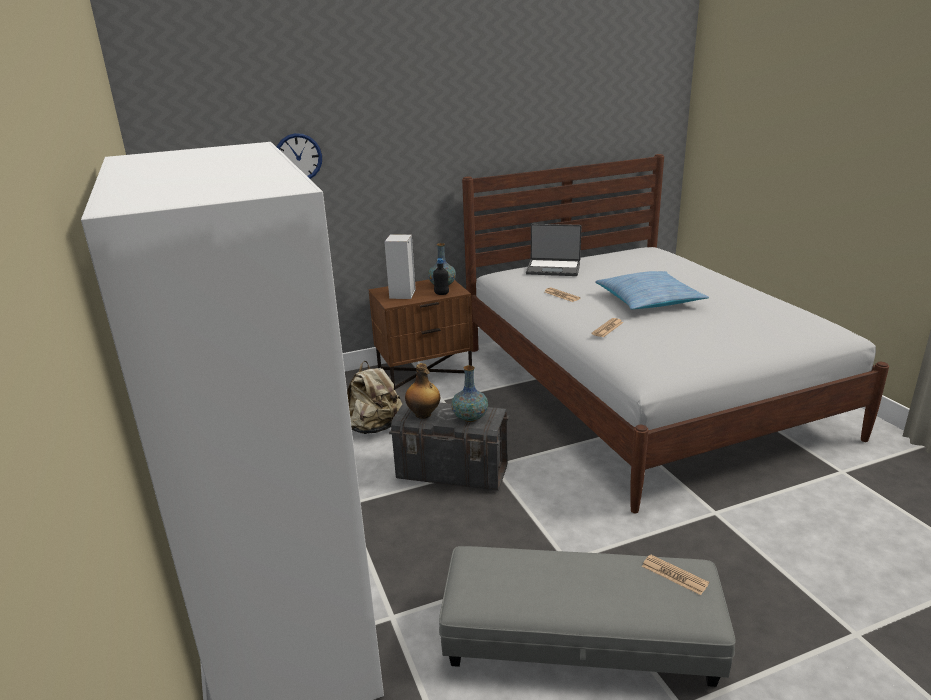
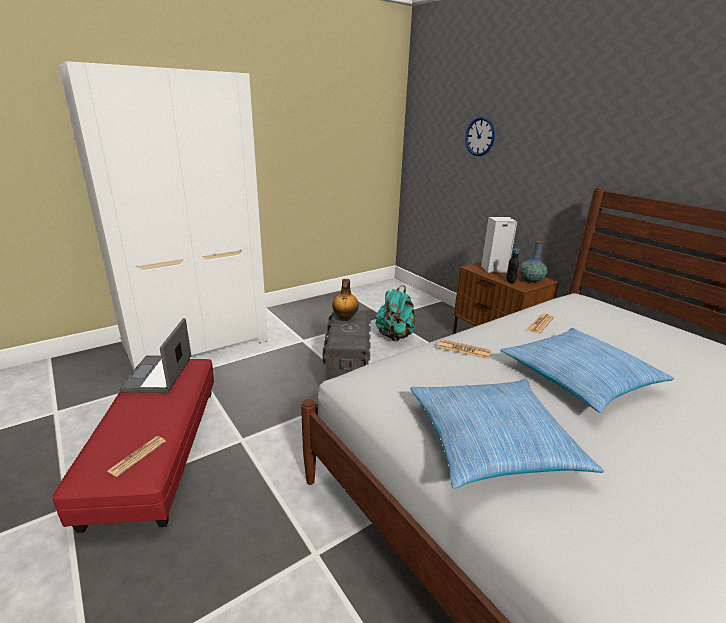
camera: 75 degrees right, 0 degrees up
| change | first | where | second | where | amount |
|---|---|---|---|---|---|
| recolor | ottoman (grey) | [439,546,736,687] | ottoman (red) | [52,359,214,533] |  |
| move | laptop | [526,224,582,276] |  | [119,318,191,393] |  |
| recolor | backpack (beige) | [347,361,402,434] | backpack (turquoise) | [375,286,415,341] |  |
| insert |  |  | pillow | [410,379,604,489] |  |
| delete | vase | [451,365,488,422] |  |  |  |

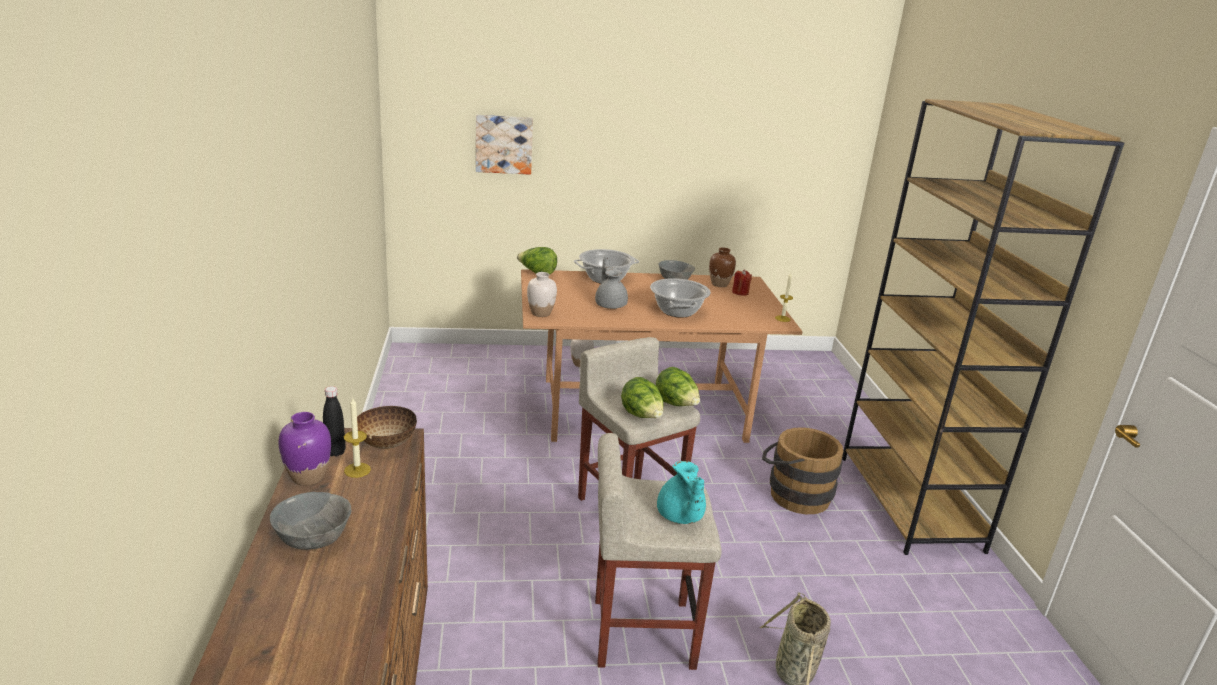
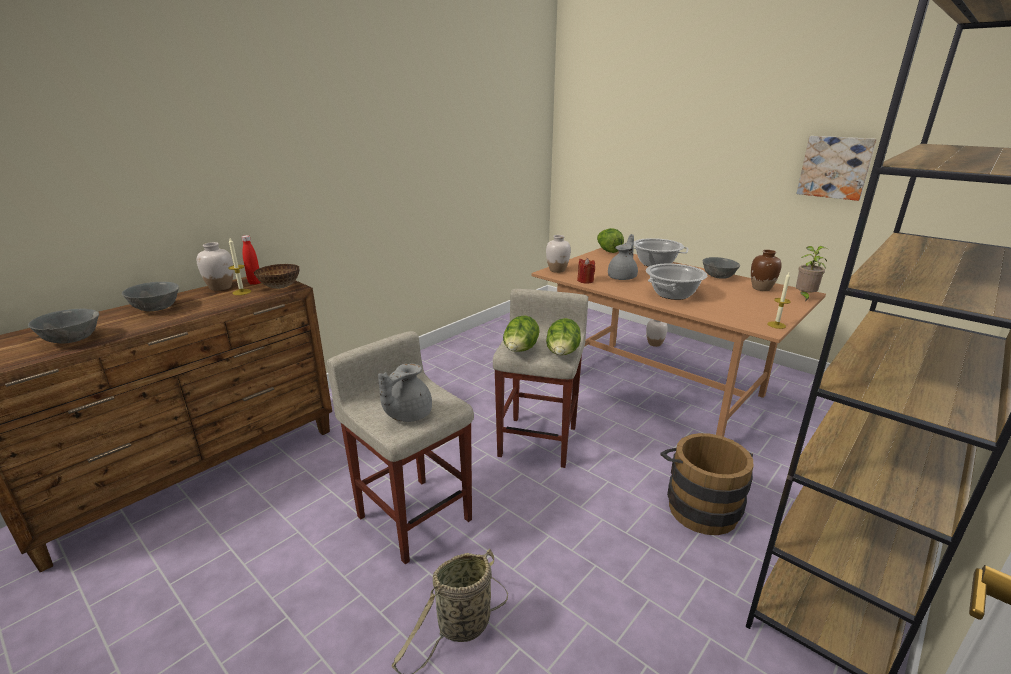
camera: 50 degrees right, 0 degrees up
| change | first | where | second | where | amount |
|---|---|---|---|---|---|
| insert |  |  | bowl (grey) | [28,309,99,344] |  |
| recolor | vase (purple) | [278,412,331,486] | vase (white) | [197,242,233,291] |  |
| recolor | bottle (black) | [323,386,346,457] | bottle (red) | [242,235,261,285] |  |
| recolor | teapot (turquoise) | [657,461,706,524] | teapot (grey) | [378,363,432,422] |  |
| move | candle (red) | [732,270,752,296] |  | [577,258,595,284] |  |
| insert |  |  | potted plant | [796,246,827,302] |  |
| move | picture | [476,115,533,175] |  | [797,136,877,201] |  |

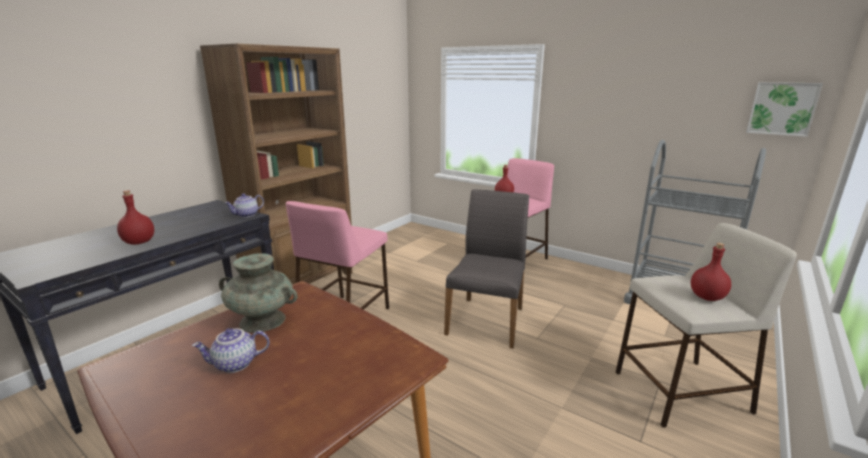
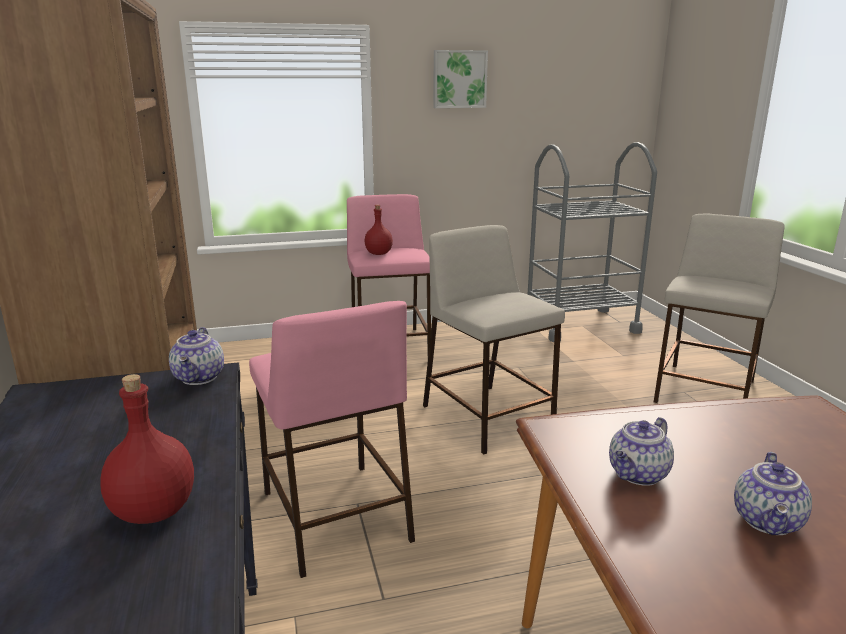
camera: 50 degrees left, 0 degrees up
| change | first | where | second | where | amount |
|---|---|---|---|---|---|
| replace | chair (grey) | [444,189,529,349] | stool (beige) | [423,225,565,454] |  |
| move | picture | [746,82,823,137] |  | [433,50,488,108] |  |
| replace | vase (turquoise) | [219,253,298,333] | teapot | [609,417,674,486] |  |
| delete | bottle (red) | [691,243,731,301] |  |  |  |

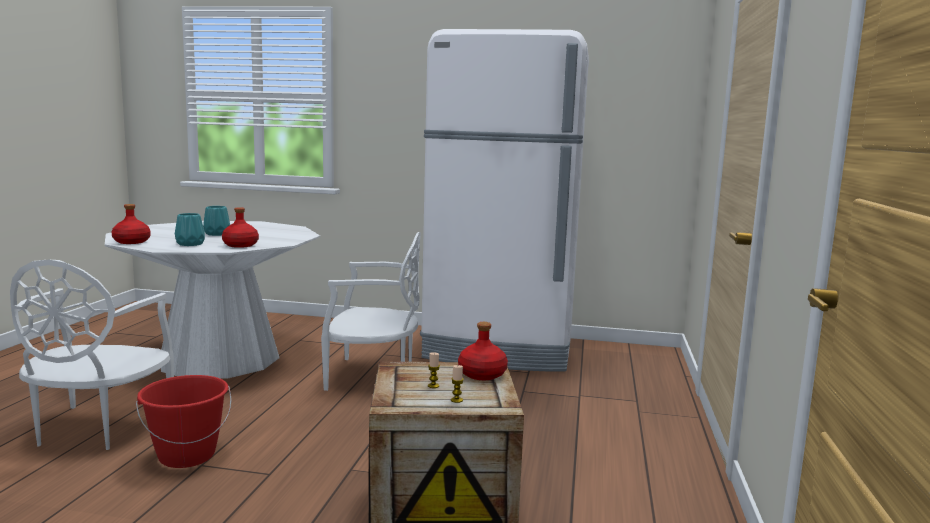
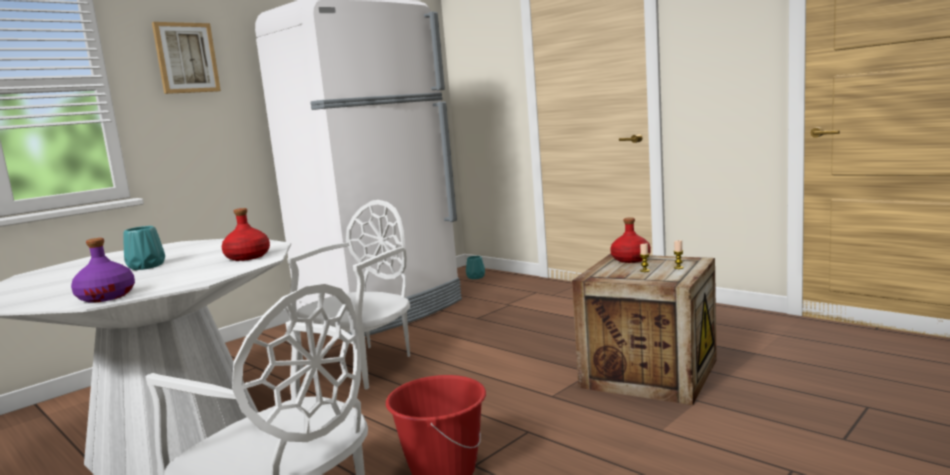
camera: 55 degrees left, 0 degrees up
| change | first | where | second | where | amount |
|---|---|---|---|---|---|
| recolor | bottle (red) | [112,204,151,244] | bottle (purple) | [71,238,135,303] |  |
| insert |  |  | picture | [152,22,221,94] |  |
| move | vase (turquoise) | [175,213,205,246] |  | [466,256,485,279] |  |

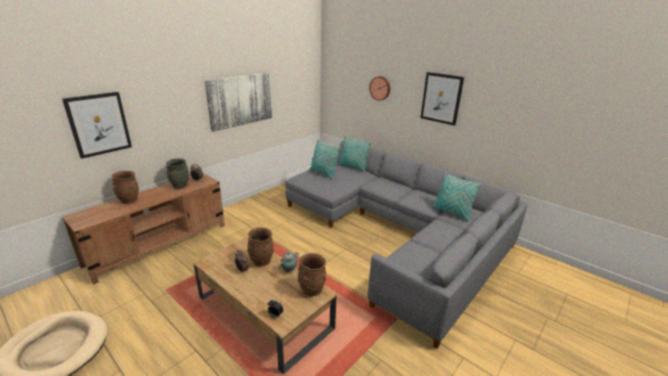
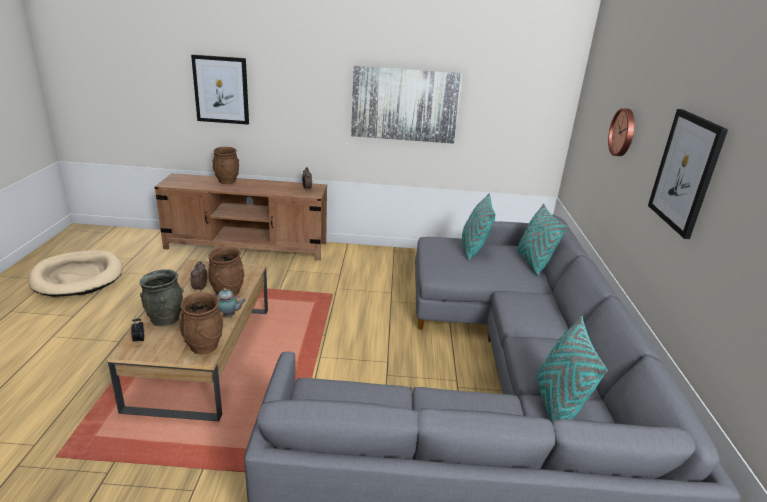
camera: 50 degrees right, 0 degrees up
| change | first | where | second | where | amount |
|---|---|---|---|---|---|
| move | vase (grey) | [166,158,190,189] |  | [140,269,184,326] |  |

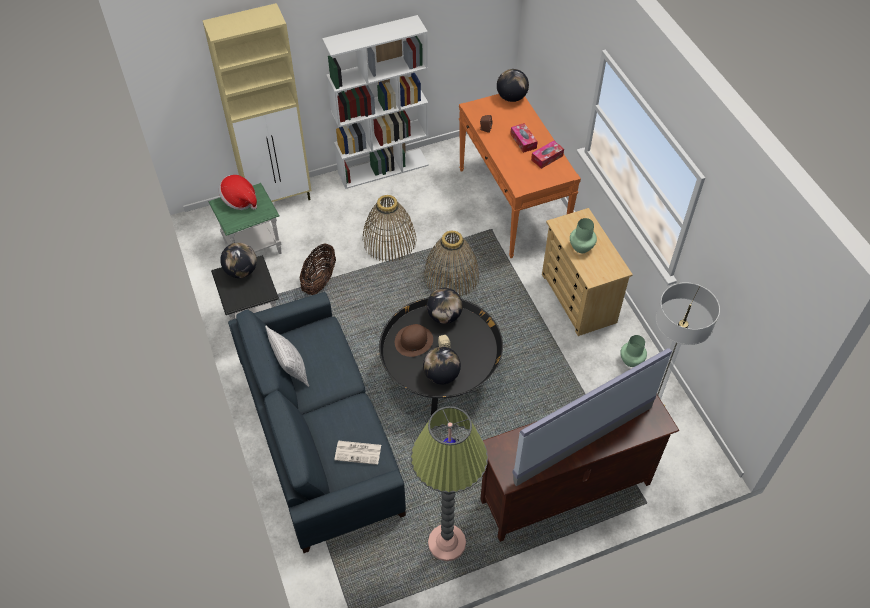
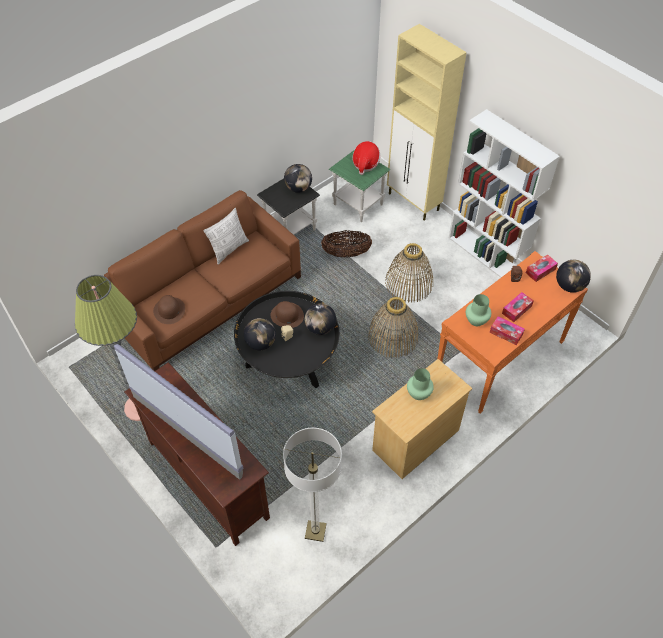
camera: 70 degrees right, 0 degrees up
| change | first | where | second | where | amount |
|---|---|---|---|---|---|
| recolor | sofa (blue) | [228,292,406,553] | sofa (brown) | [104,190,301,371] |  |
| replace | newspaper | [334,441,381,465] | hat (brown) | [153,295,185,324] |  |
| move | vase (green) | [620,335,647,367] |  | [466,294,491,326] |  |
| insert |  |  | tissue box | [526,254,558,282] |  |

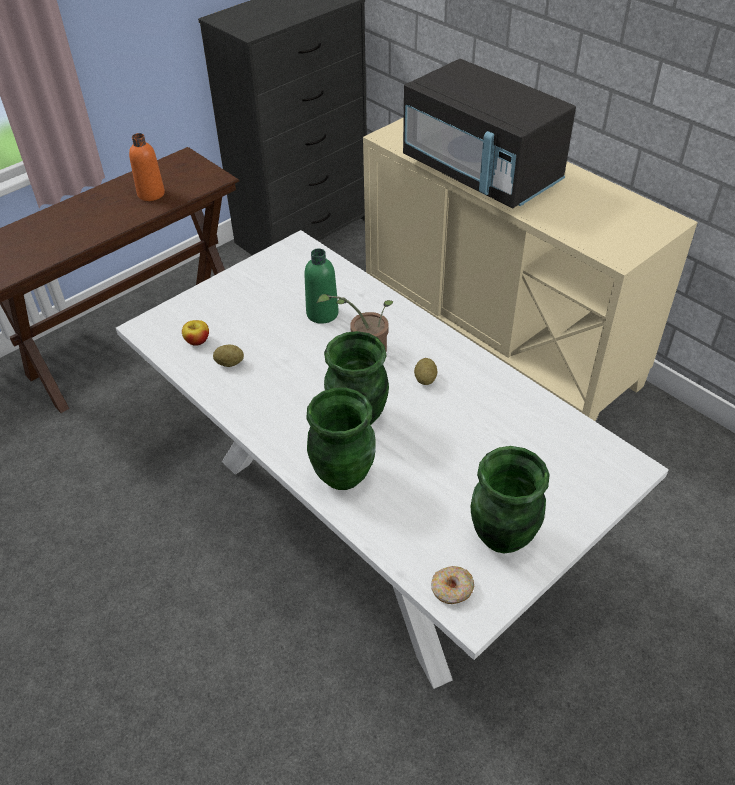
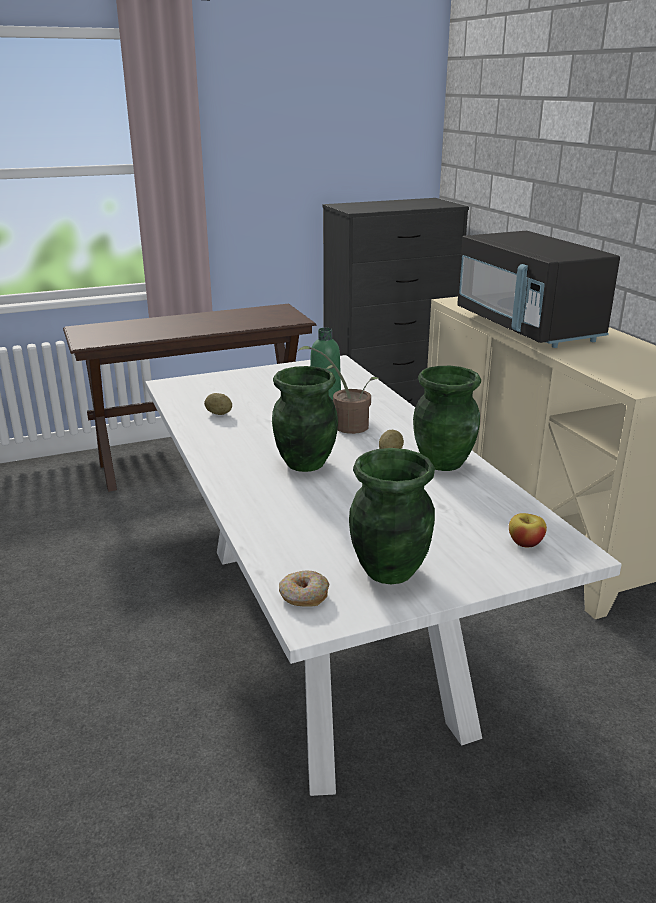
camera: 20 degrees right, 20 degrees down
| change | first | where | second | where | amount |
|---|---|---|---|---|---|
| move | vase (green) | [306,388,376,490] |  | [413,366,481,471] |  |
| move | apple | [182,320,209,346] |  | [509,513,547,547] |  |
| delete | bottle (orange) | [129,133,165,201] |  |  |  |

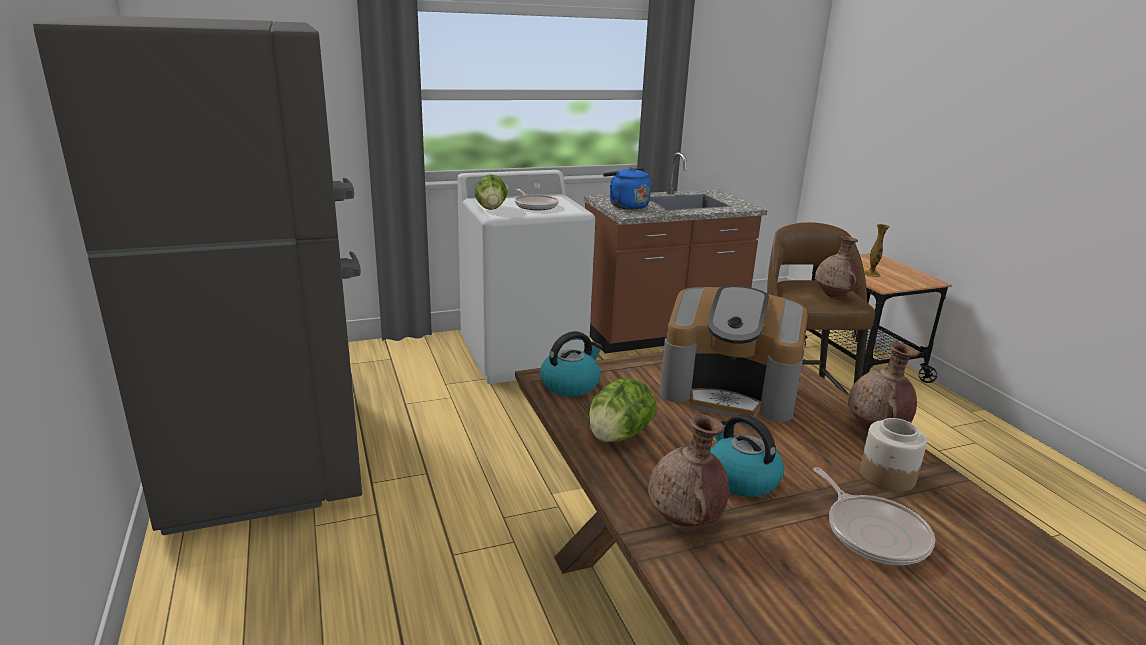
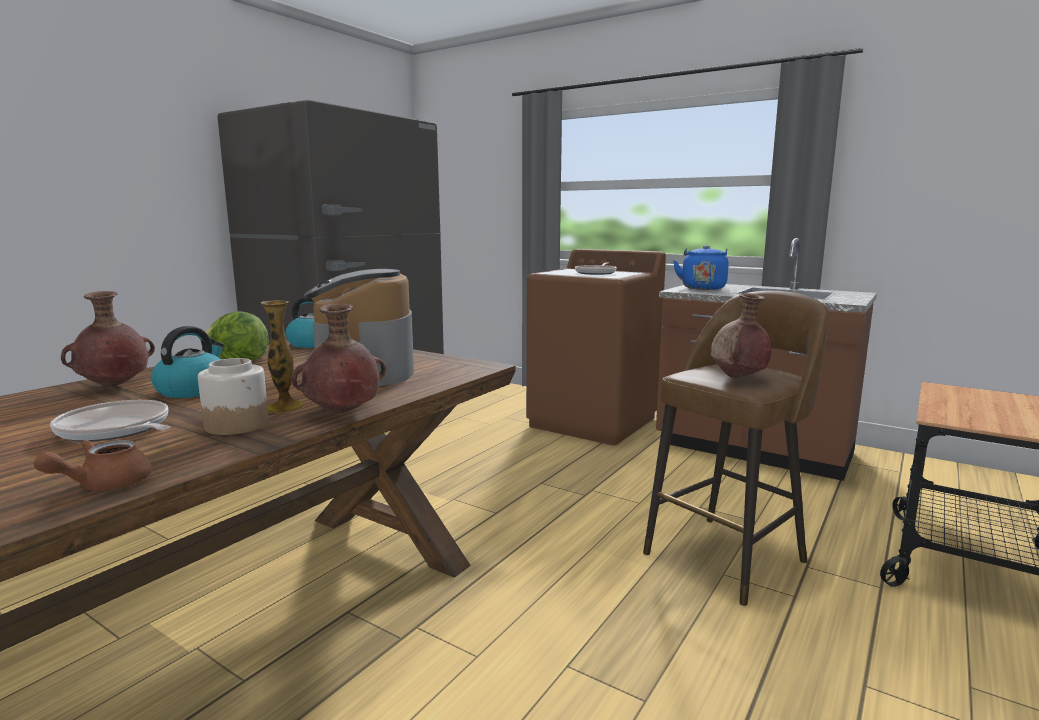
camera: 55 degrees right, 10 degrees down
| change | first | where | second | where | amount |
|---|---|---|---|---|---|
| insert |  |  | teapot (brown) | [34,440,152,491] |  |
| rotate | frying pan | [813,467,935,565] |  | [50,400,171,442] | 90 degrees clockwise |
| move | vase | [864,224,890,277] |  | [261,300,304,413] |  |
| recolor | washing machine (white) | [457,170,596,384] | washing machine (brown) | [526,249,666,445] |  |
| delete | lettuce | [475,174,508,210] |  |  |  |

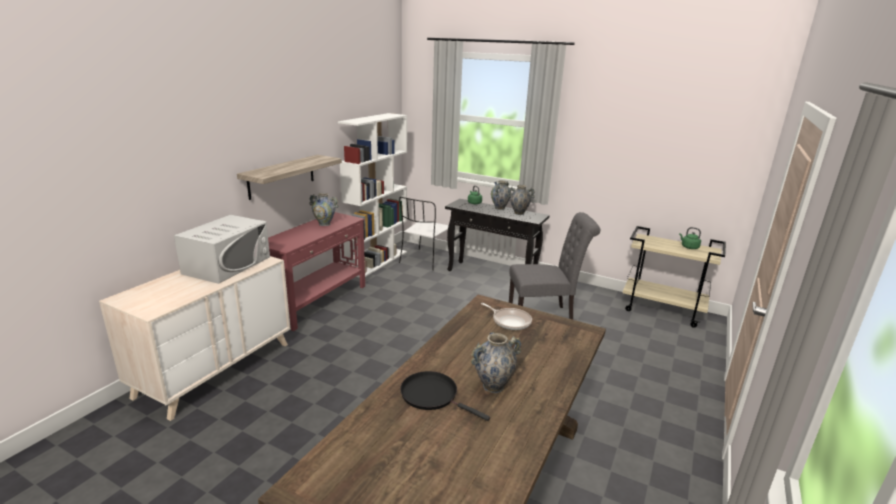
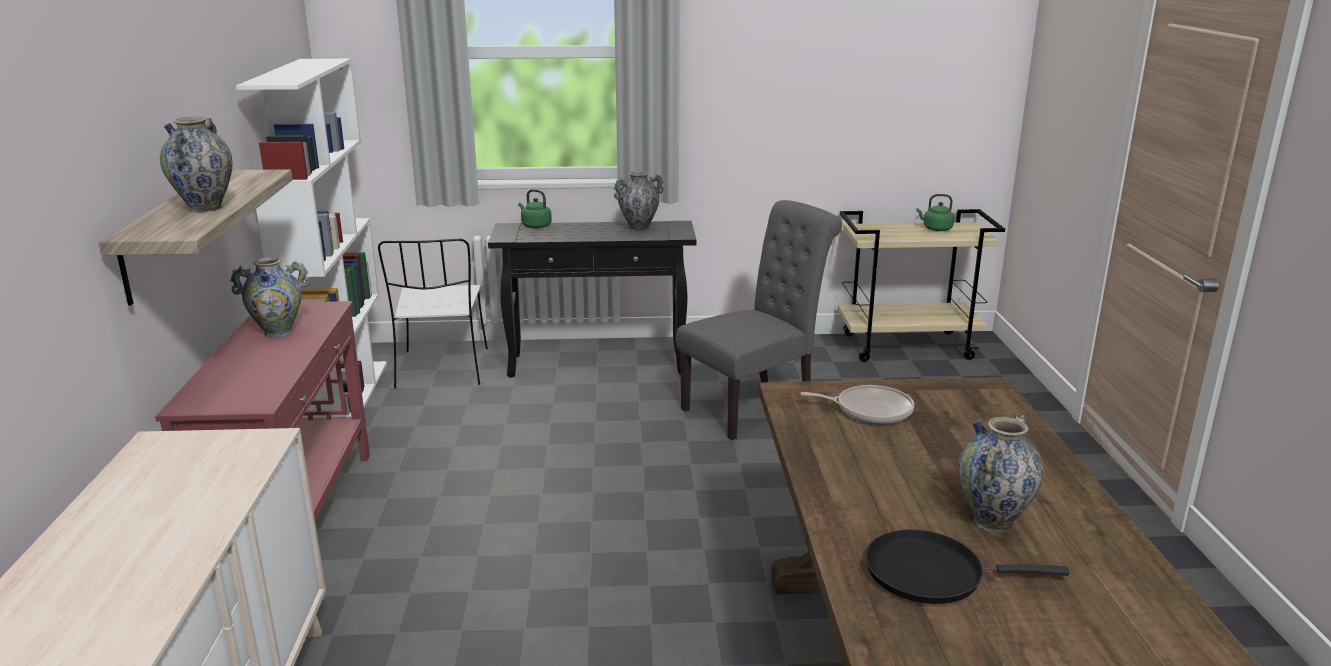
camera: 30 degrees left, 0 degrees up
| change | first | where | second | where | amount |
|---|---|---|---|---|---|
| move | vase | [491,180,510,210] |  | [160,117,232,213] |  |
| delete | microwave (white) | [174,215,270,284] |  |  |  |

